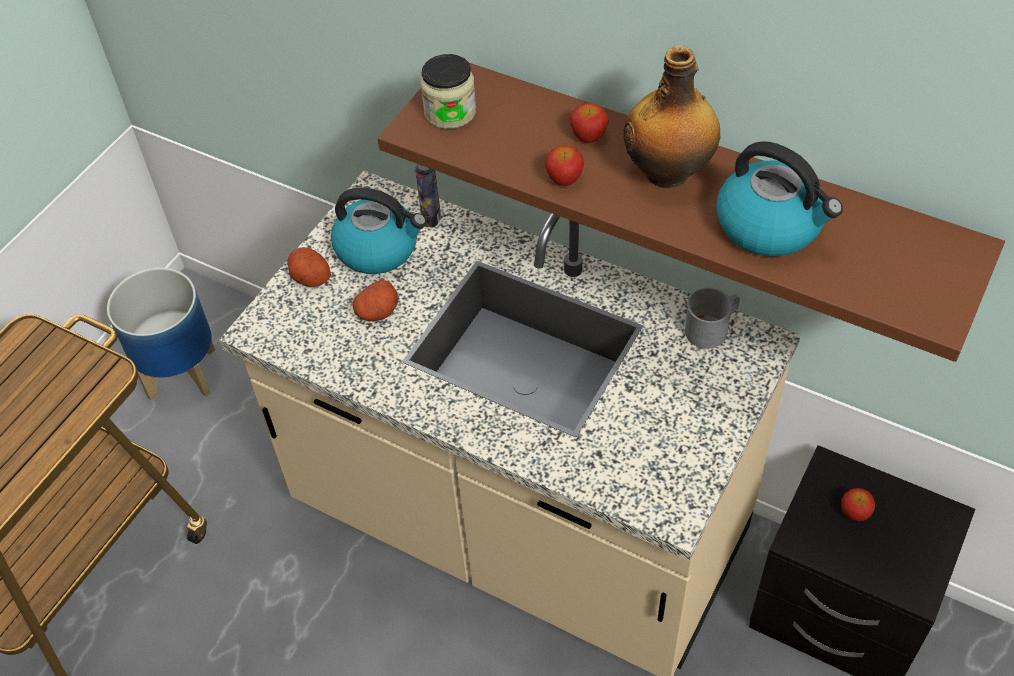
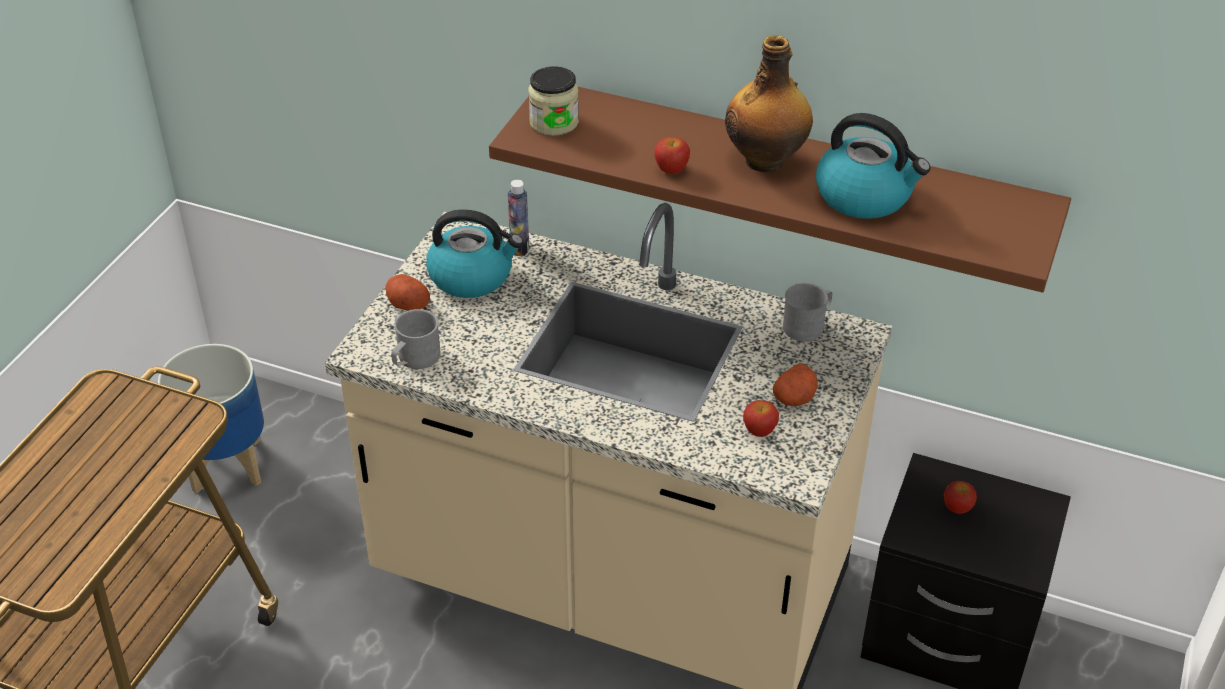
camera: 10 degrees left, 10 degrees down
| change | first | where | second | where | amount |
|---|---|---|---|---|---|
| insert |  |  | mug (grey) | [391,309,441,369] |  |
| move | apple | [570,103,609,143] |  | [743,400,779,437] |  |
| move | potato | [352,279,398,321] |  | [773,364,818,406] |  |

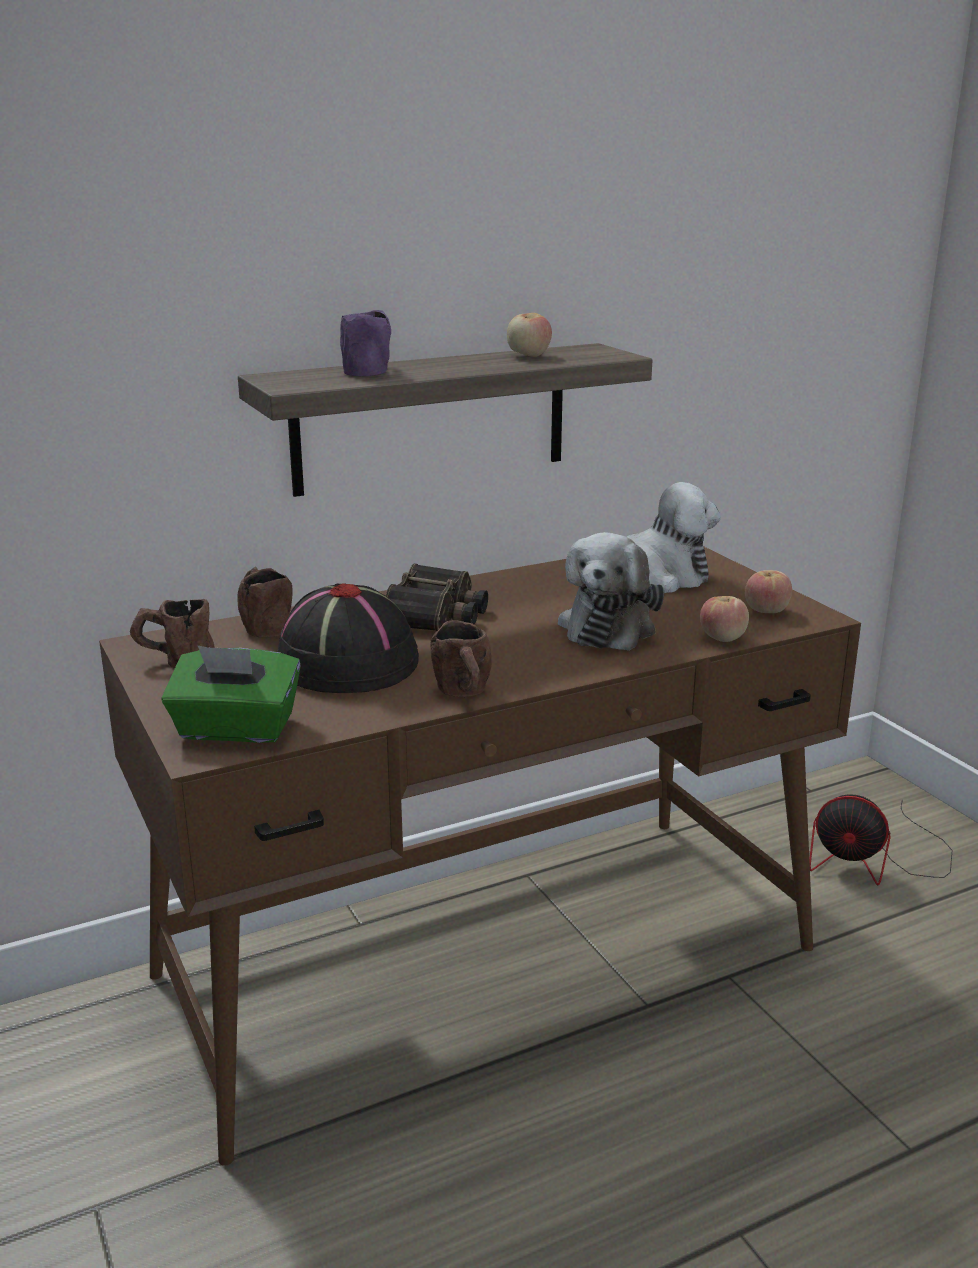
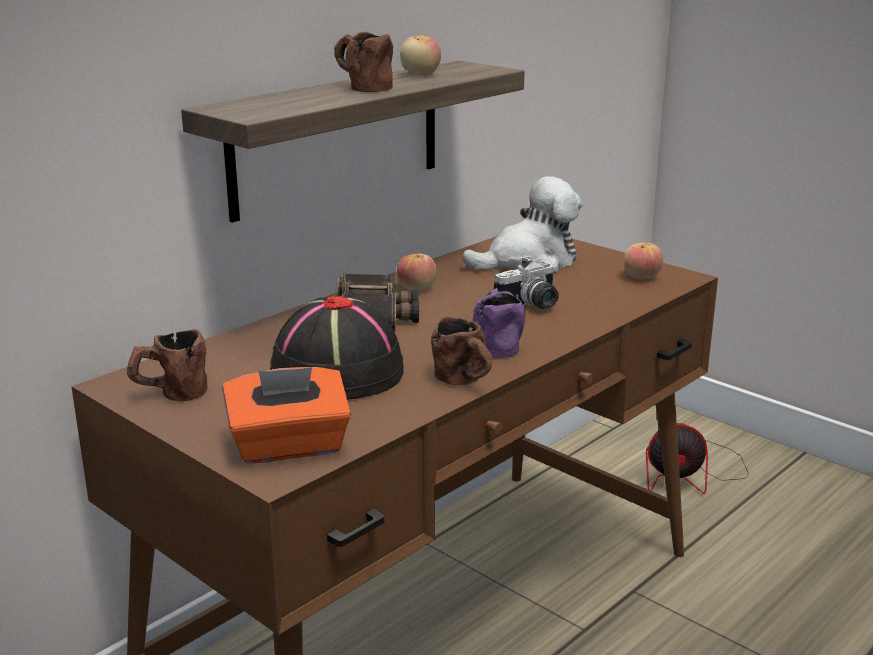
camera: 20 degrees left, 0 degrees up
| change | first | where | second | where | amount |
|---|---|---|---|---|---|
| recolor | tissue box (green) | [162,646,301,743] | tissue box (orange) | [222,367,351,464] |  |
| move | mug (brown) | [237,567,292,637] |  | [334,32,393,92] |  |
| move | apple | [700,596,749,642] |  | [397,253,437,291] |  |
| move | mug (purple) | [340,310,391,376] |  | [473,288,526,358] |  |
| replace | plush toy | [558,532,664,651] | photo camera | [494,257,558,309] |  |

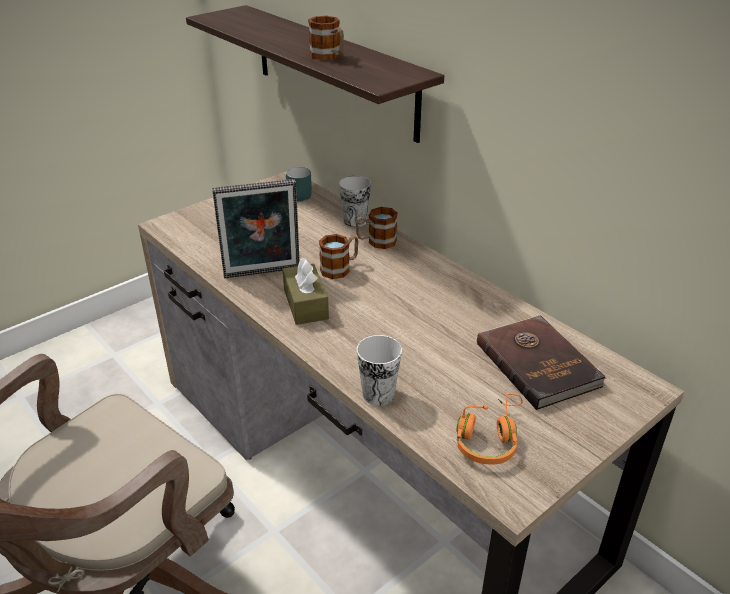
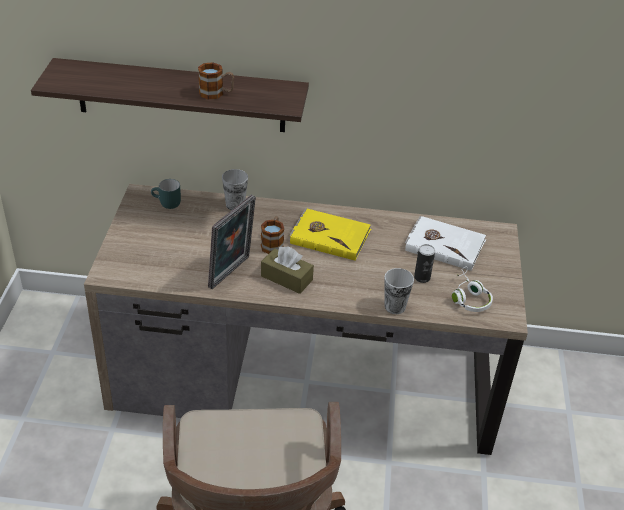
camera: 45 degrees left, 5 degrees up
| change | first | where | second | where | amount |
|---|---|---|---|---|---|
| insert |  |  | book (yellow) | [290,208,371,261] |  |
| recolor | book (brown) | [477,315,606,410] | book (white) | [405,216,486,271] |  |
| insert |  |  | can | [414,244,435,283] |  |
| recolor | headphones (orange) | [456,394,523,465] | headphones (white) | [452,267,493,312] |  |
| delete | mug | [356,207,398,249] |  |  |  |

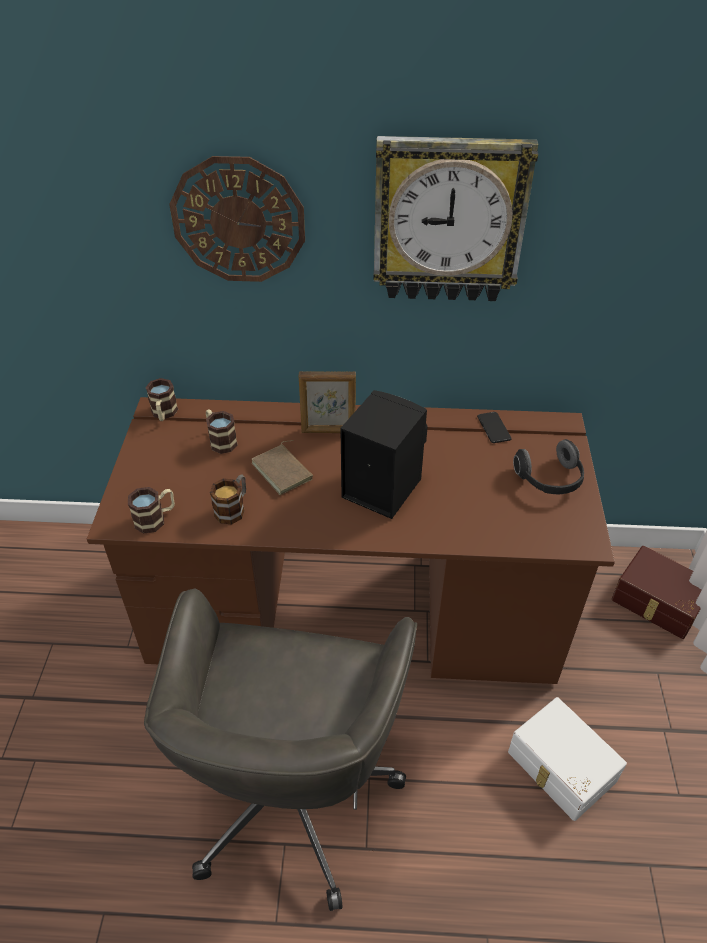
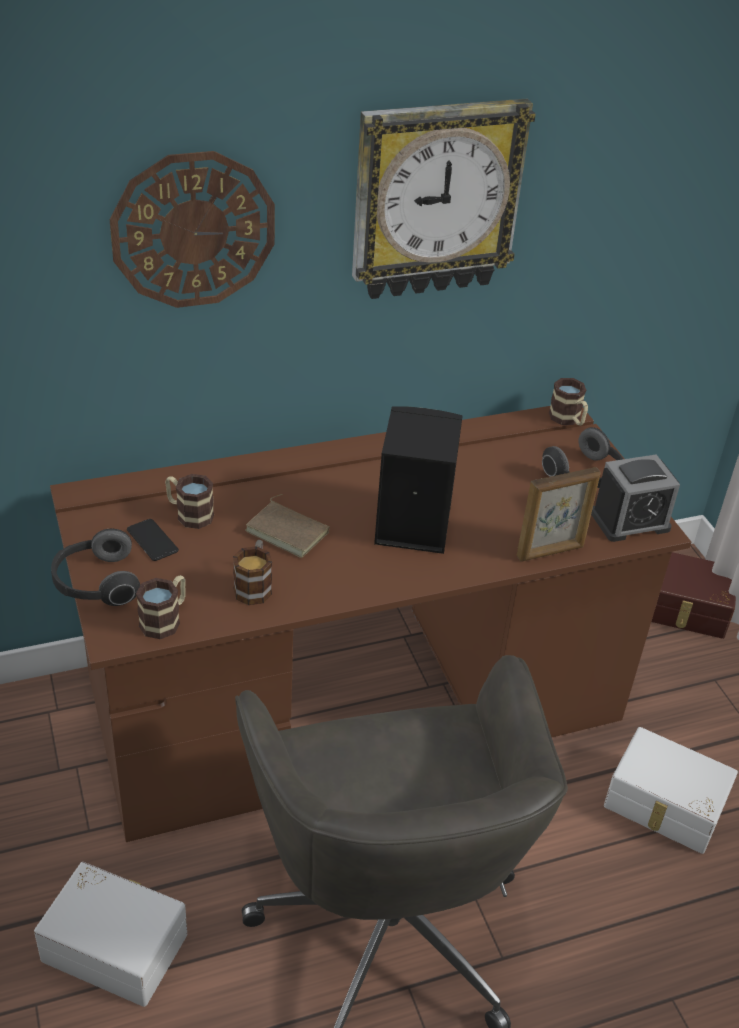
camera: 25 degrees left, 5 degrees down
| change | first | where | second | where | amount |
|---|---|---|---|---|---|
| insert |  |  | storage box (white) | [34,862,187,1007] |  |
| insert |  |  | headphones | [51,529,140,606] |  |
| move | phone | [477,412,512,443] |  | [126,519,179,561] |  |
| move | picture frame | [298,371,356,433] |  | [517,467,601,562] |  |
| move | mug | [145,378,178,421] |  | [549,378,588,426] |  |
| insert |  |  | alarm clock | [591,454,680,542] |  |

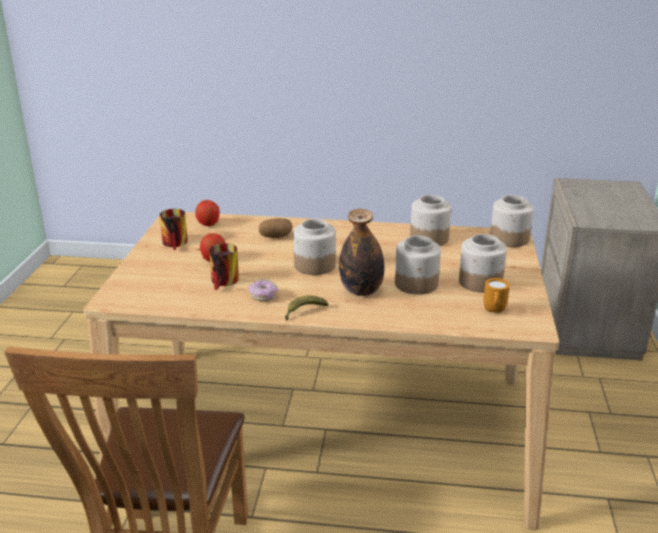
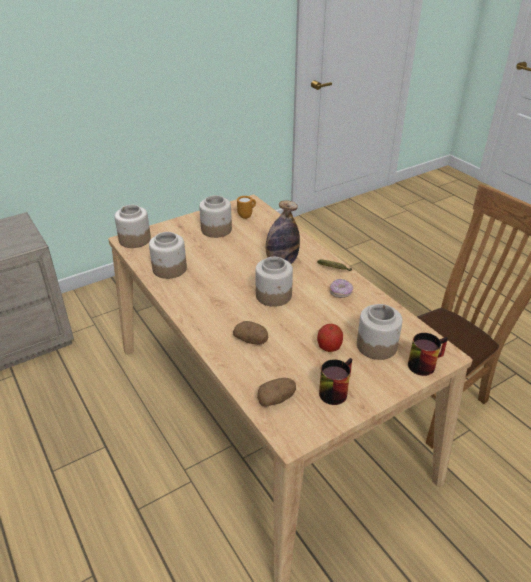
camera: 130 degrees left, 10 degrees up
| change | first | where | second | where | amount |
|---|---|---|---|---|---|
| replace | apple | [195,200,220,226] | potato | [257,378,296,406] |  |
| move | jar | [395,236,441,295] |  | [357,304,403,360] |  |
| move | mug | [209,243,239,290] |  | [408,333,448,376] |  |

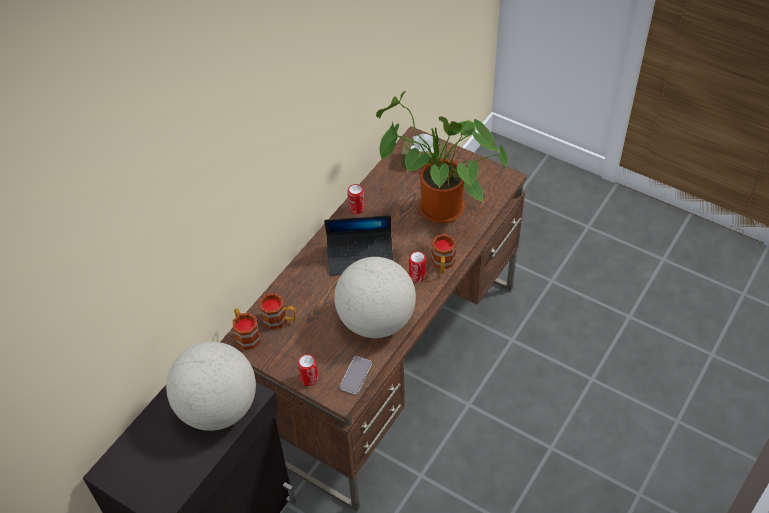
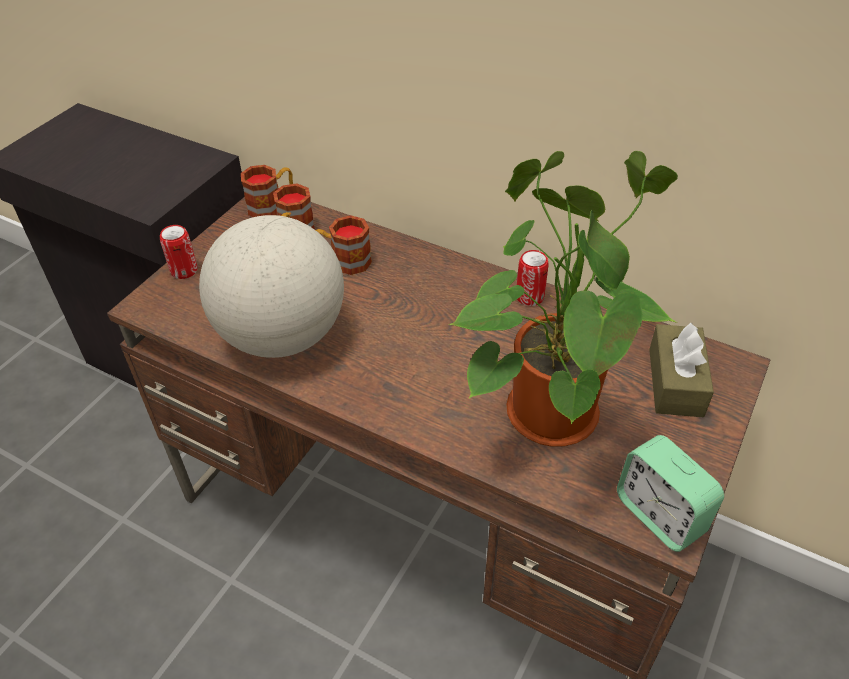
camera: 85 degrees right, 5 degrees down
| change | first | where | second | where | amount |
|---|---|---|---|---|---|
| move | mug | [431,234,456,273] |  | [316,215,372,275] |  |
| insert |  |  | alarm clock | [617,435,724,552] |  |
| delete | globe | [166,342,256,431] |  |  |  |
| delete | laptop | [324,215,393,275] |  |  |  |
| delete | phone | [339,356,372,395] |  |  |  |
| delete | can | [409,251,426,282] |  |  |  |

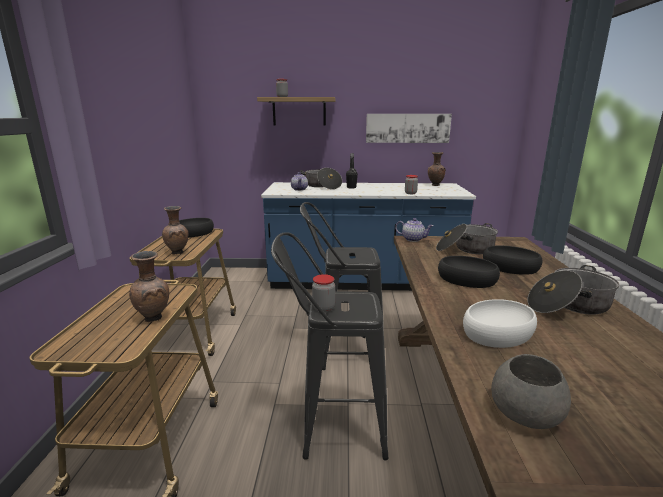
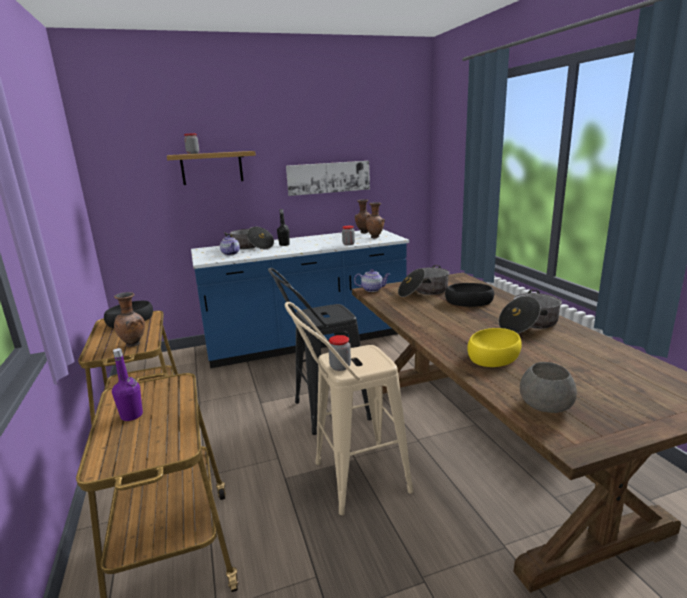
camera: 20 degrees left, 0 degrees up
| change | first | where | second | where | amount |
|---|---|---|---|---|---|
| insert |  |  | bottle (purple) | [112,348,143,421] |  |
| recolor | stool (black) | [271,232,388,460] | stool (beige) | [285,302,413,515] |  |
| move | vase (brown) | [129,251,169,322] |  | [366,202,385,238] |  |
| recolor | bowl (white) | [463,299,537,348] | bowl (yellow) | [467,328,522,367] |  |
| delete | bowl (black) | [438,256,500,288] |  |  |  |

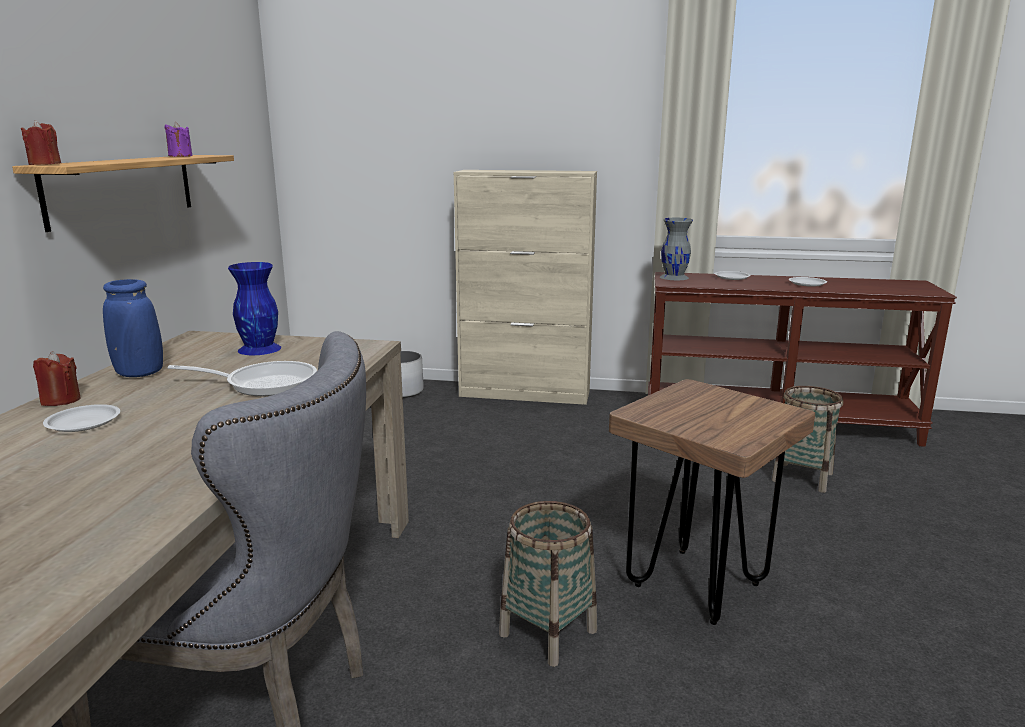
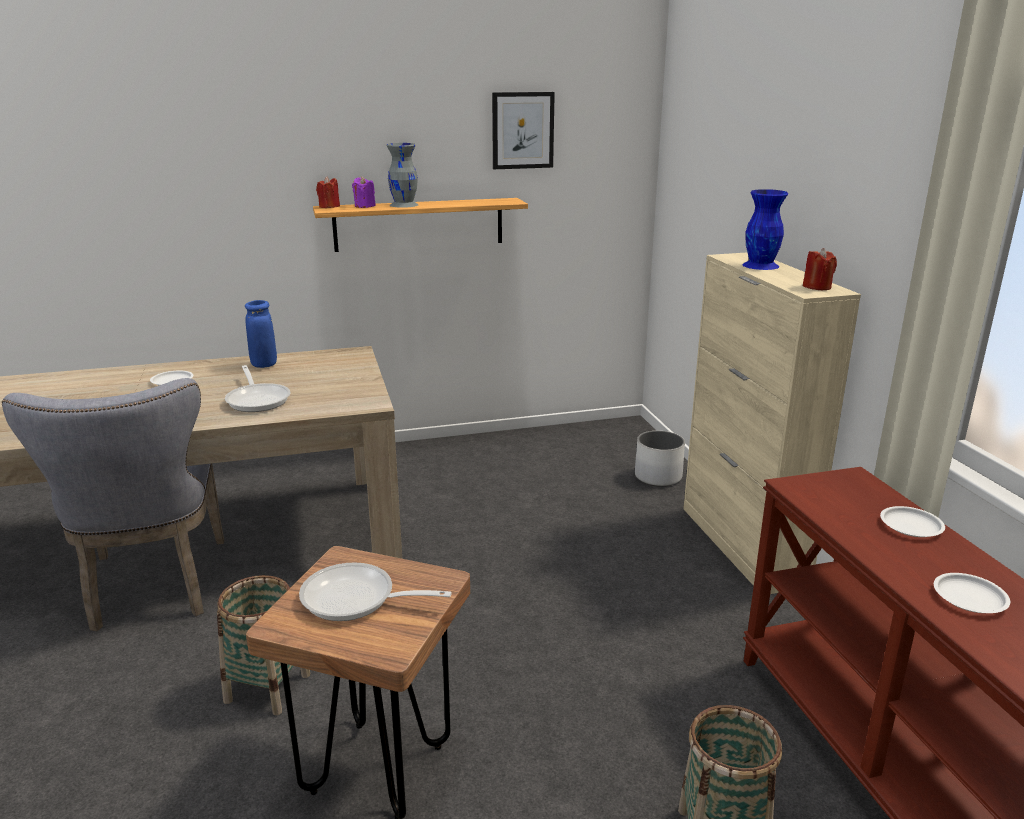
camera: 65 degrees right, 5 degrees up
| change | first | where | second | where | amount |
|---|---|---|---|---|---|
| insert |  |  | frying pan | [299,562,452,621] |  |
| move | candle (purple) | [164,122,193,157] |  | [352,176,376,208] |  |
| move | vase (grey) | [660,218,693,280] |  | [386,143,418,208] |  |
| insert |  |  | picture | [492,92,555,169] |  |
| move | vase (blue) | [228,262,281,355] |  | [742,189,788,270] |  |
| move | candle (red) | [33,351,81,406] |  | [803,248,837,290] |  |

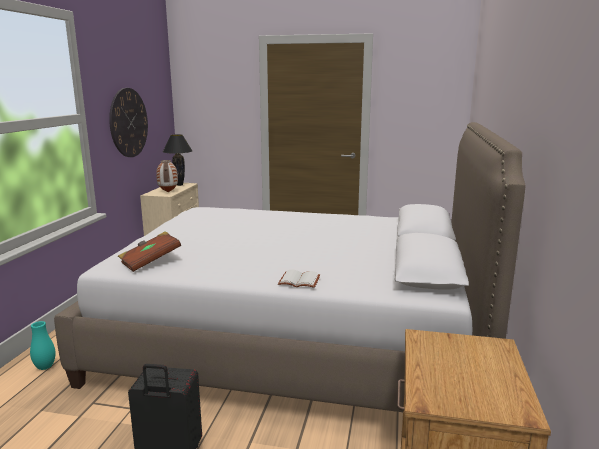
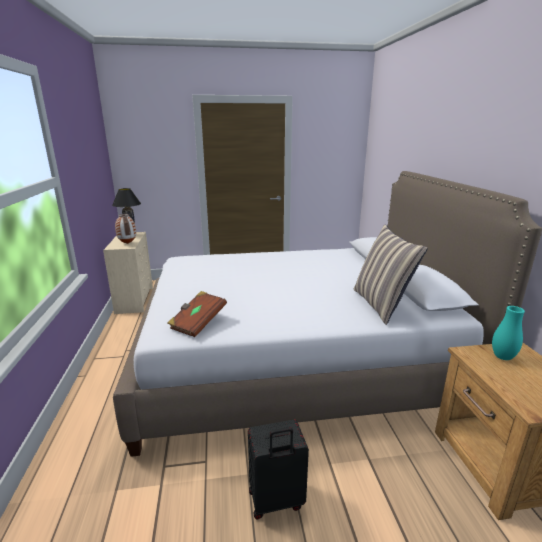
camera: 20 degrees left, 5 degrees up
| change | first | where | second | where | amount |
|---|---|---|---|---|---|
| insert |  |  | pillow | [353,225,428,325] |  |
| move | vase (turquoise) | [30,321,55,370] |  | [492,306,525,360] |  |
| delete | wall clock | [109,88,148,157] |  |  |  |
| delete | book (white) | [278,270,320,288] |  |  |  |

